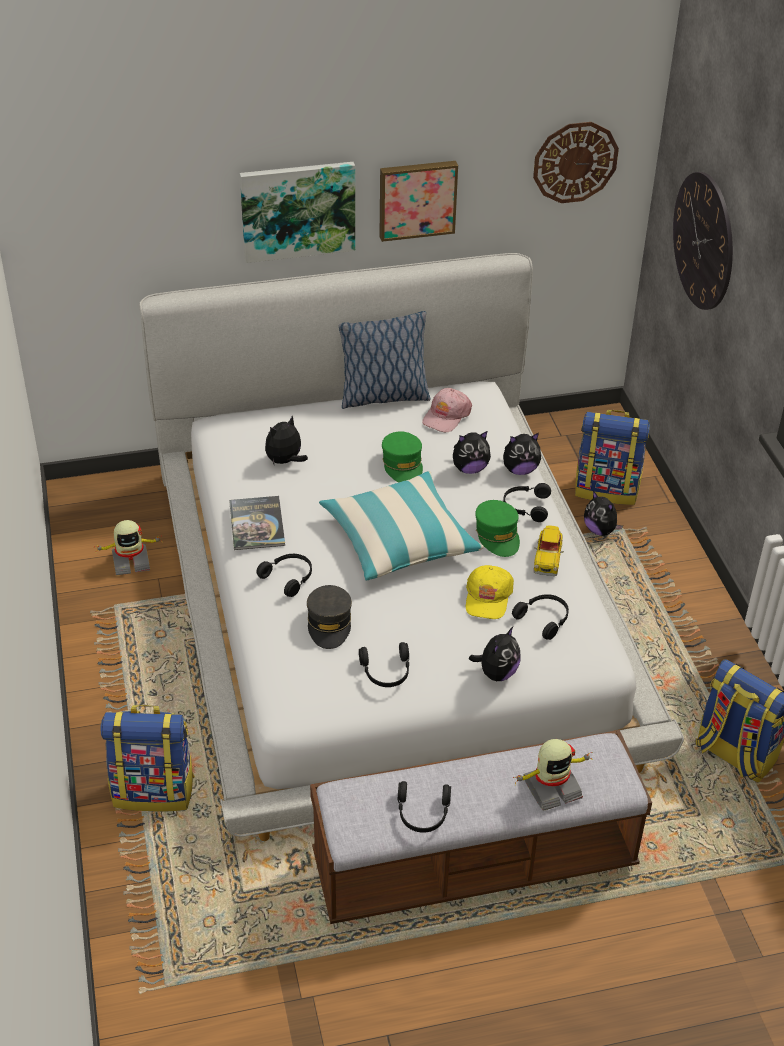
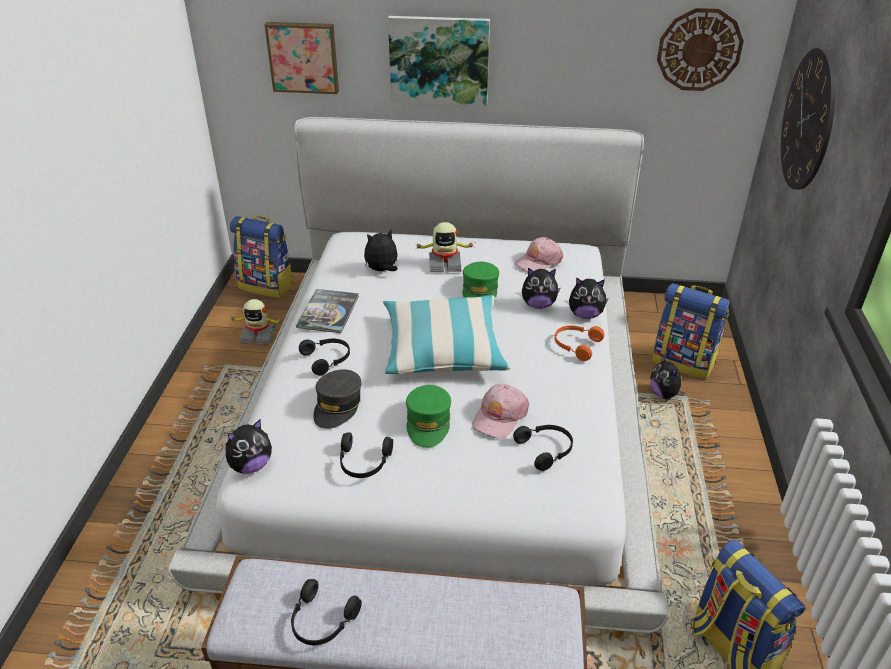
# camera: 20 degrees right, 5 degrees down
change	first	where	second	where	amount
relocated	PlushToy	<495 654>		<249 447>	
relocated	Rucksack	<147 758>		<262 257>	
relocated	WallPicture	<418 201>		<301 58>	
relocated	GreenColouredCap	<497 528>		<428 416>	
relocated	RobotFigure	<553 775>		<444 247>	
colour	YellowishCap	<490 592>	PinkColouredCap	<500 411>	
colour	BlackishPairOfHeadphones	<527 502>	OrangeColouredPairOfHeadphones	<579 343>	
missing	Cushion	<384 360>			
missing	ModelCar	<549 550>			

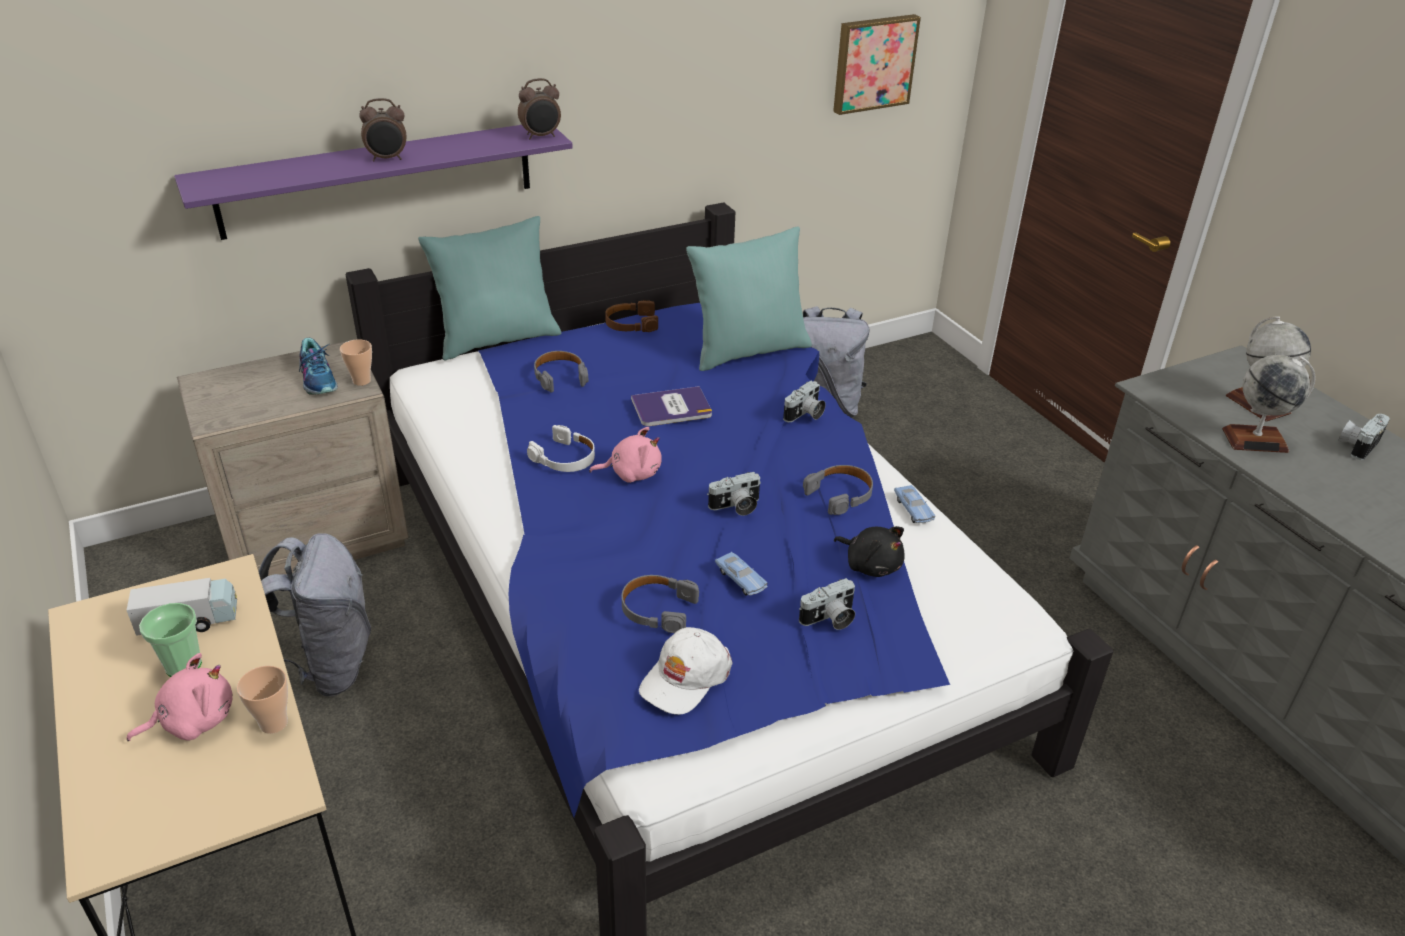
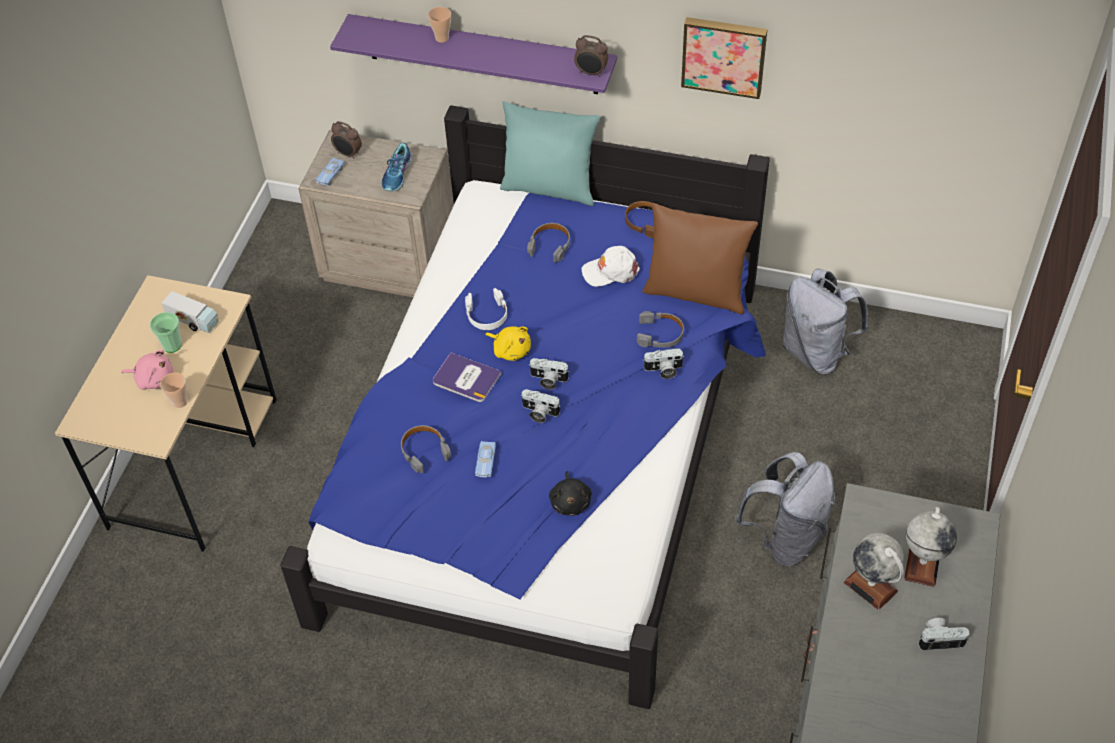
# camera: 45 degrees right, 15 degrees up
change	first	where	second	where	amount
relocated	BlueModelCar	<914 504>		<330 172>	
relocated	TableClock	<382 129>		<346 140>	
relocated	SmallCup	<356 362>		<439 24>	
relocated	Volume	<671 406>		<467 377>	
colour	PinkColouredPlushToy	<625 455>	YellowishPlushToy	<508 343>	
relocated	PhotoCamera	<827 604>		<549 374>	
relocated	WhiteCap	<686 671>		<611 266>	
relocated	GreyishPairOfHeadphones	<838 490>		<660 329>	
colour	TurquoiseCushion	<749 298>	BrownCushion	<700 258>	
relocated	WallPicture	<877 64>		<724 58>	
relocated	GreyishRucksack	<315 615>		<785 509>	

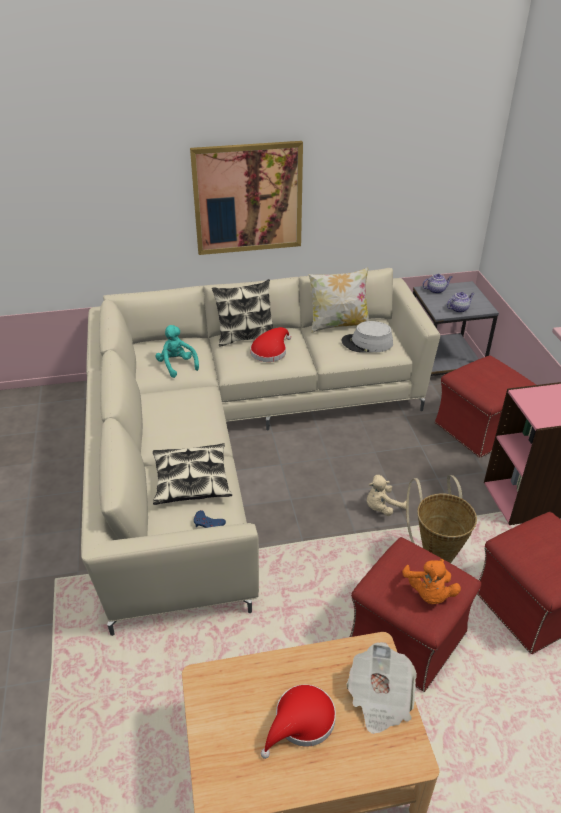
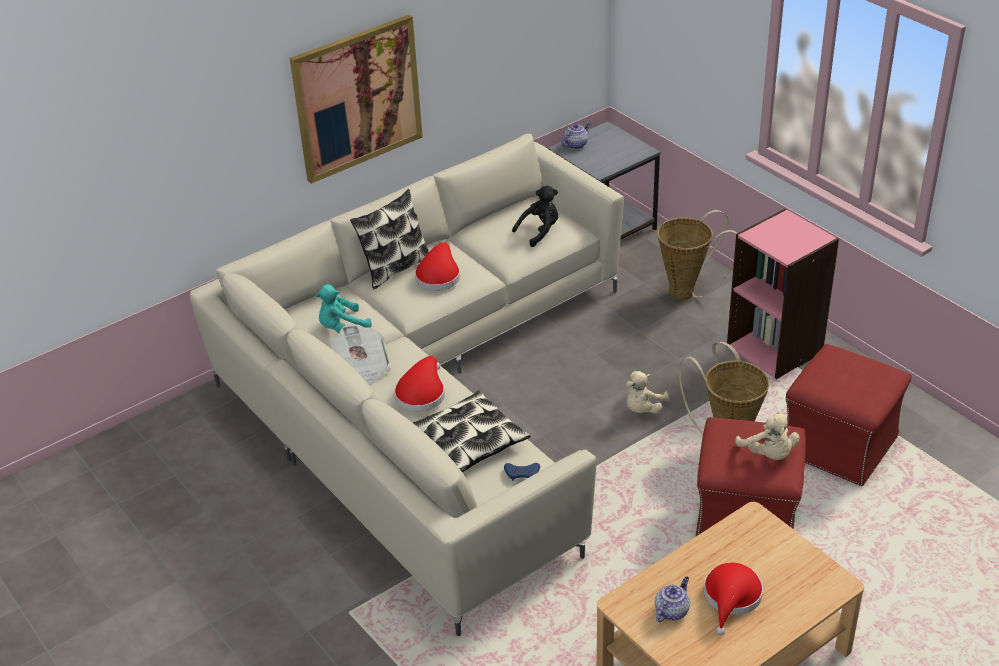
# camera: 25 degrees left, 0 degrees up
change	first	where	second	where	amount
spun	TurquoisePlushToy	<177 351>		<343 308>	60 degrees counterclockwise
relocated	PrintedPaper	<382 688>		<361 355>	
appeared			RedClothingHat	<419 384>	
exchanged	GreyishClothingHat	<367 337>	BlackishPlushToy	<535 216>	
relocated	PotForTea	<461 302>		<672 599>	
exchanged	RedOttoman	<485 406>	HouseholdBasket	<697 255>	
colour	OrangeColouredPlushToy	<431 581>	BeigeColouredPlushToy	<767 436>	
missing	Cushion	<338 300>			

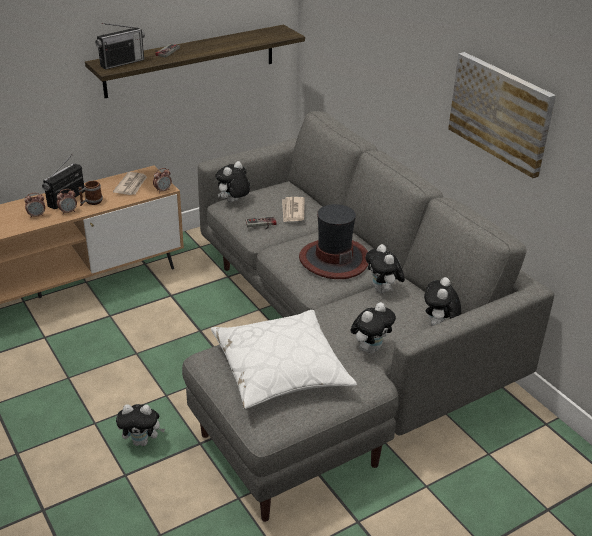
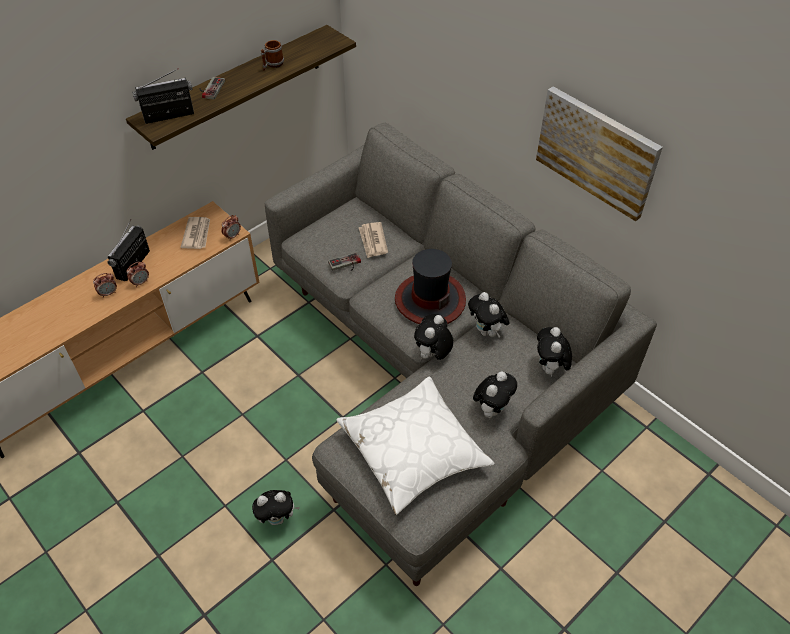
# camera: 10 degrees left, 15 degrees up
change	first	where	second	where	amount
spun	Radio	<120 46>		<163 96>	150 degrees counterclockwise
relocated	CoffeeMug	<90 193>		<272 55>	
relocated	PlushToy	<232 182>		<433 337>	

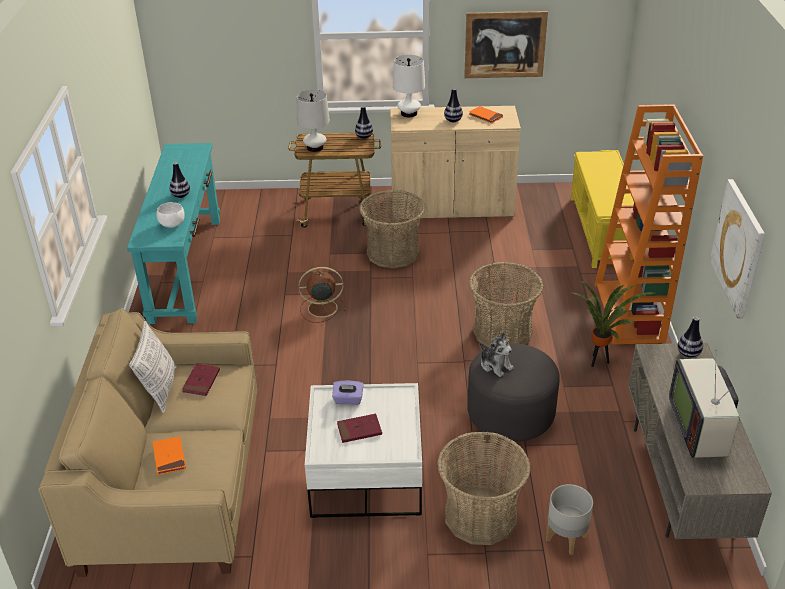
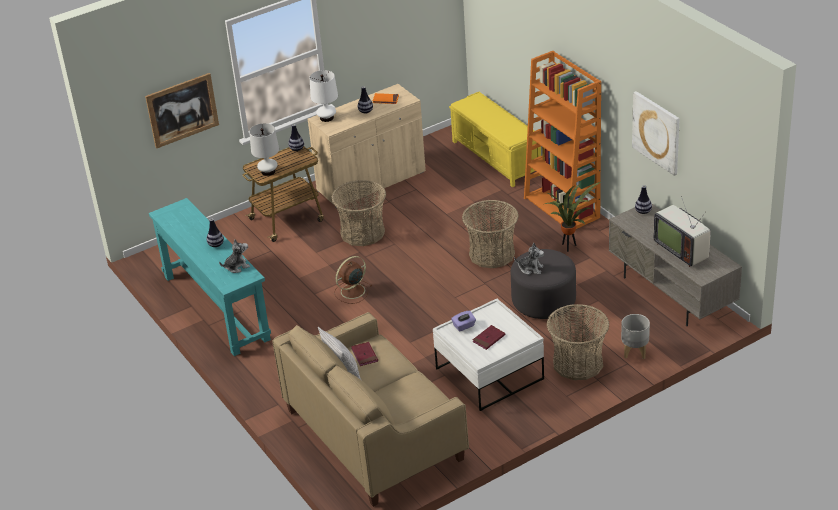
# camera: 30 degrees left, 0 degrees up
change	first	where	second	where	amount
relocated	WallPicture	<506 44>		<182 111>	
exchanged	WhiteServingBowl	<171 215>	PlushToy	<234 256>	
missing	OrangeColouredVolume	<169 456>			

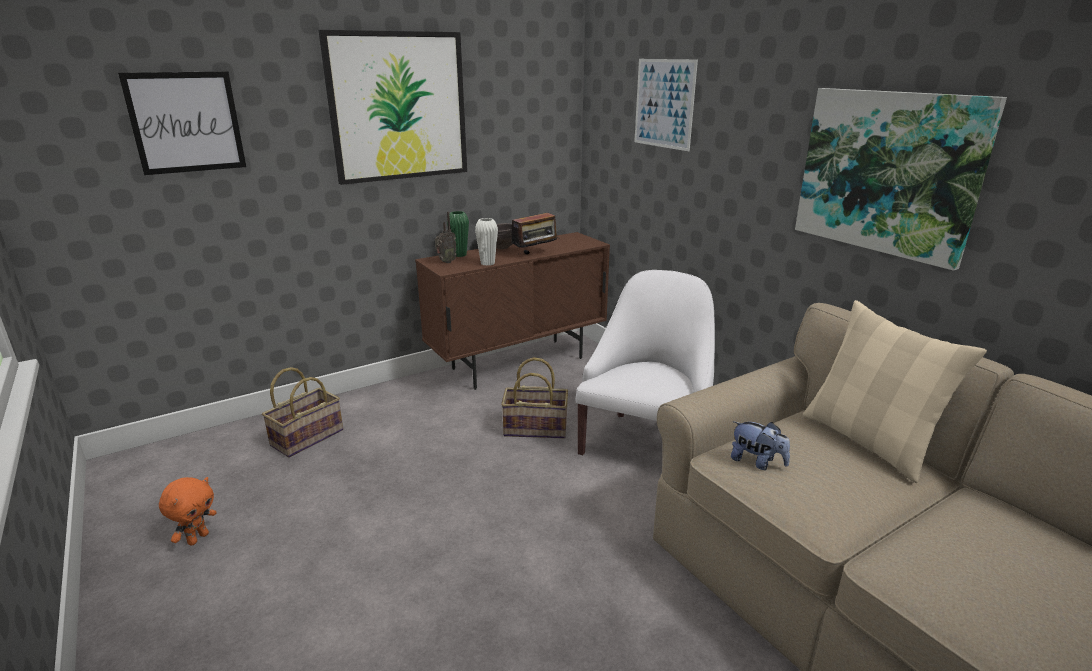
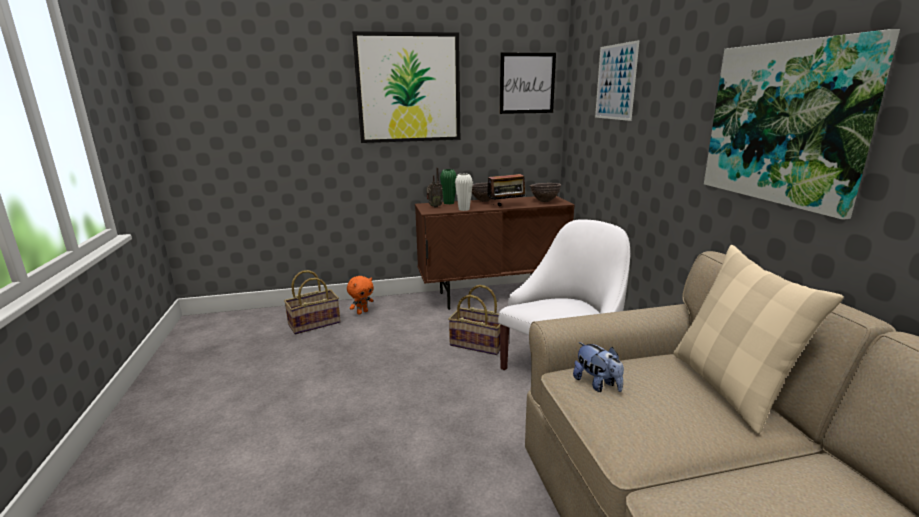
# camera: 20 degrees right, 5 degrees down
change	first	where	second	where	amount
relocated	OrangeColouredPlushToy	<188 511>		<360 295>	
relocated	WallPicture	<182 123>		<528 83>	
appeared			BrownServingBowl	<545 192>	

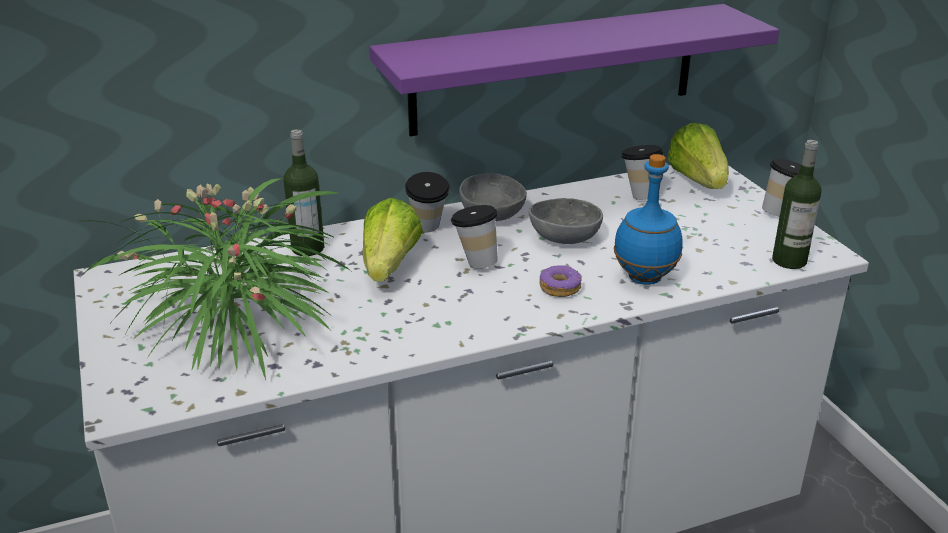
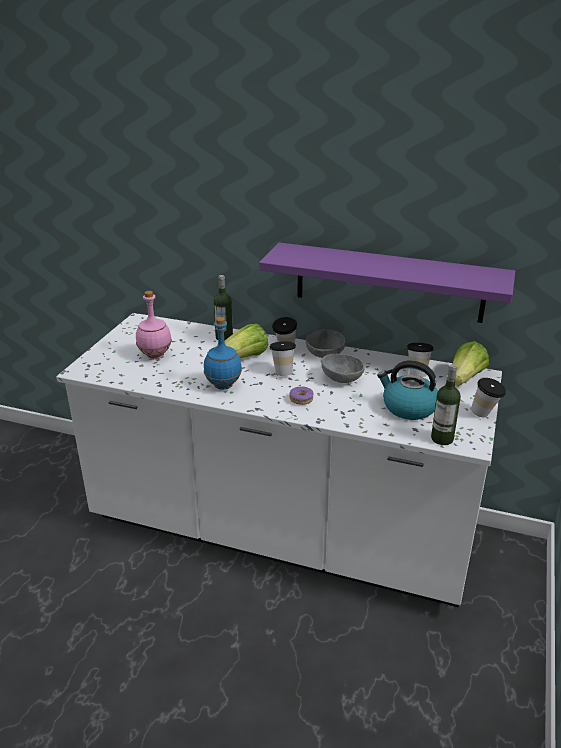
# camera: 40 degrees right, 0 degrees up
change	first	where	second	where	amount
exchanged	Houseplant	<218 279>	PinkColouredBeverageBottle	<154 325>	
relocated	BlueBeverageBottle	<648 219>		<223 353>	
appeared			WaterKettle	<407 390>	

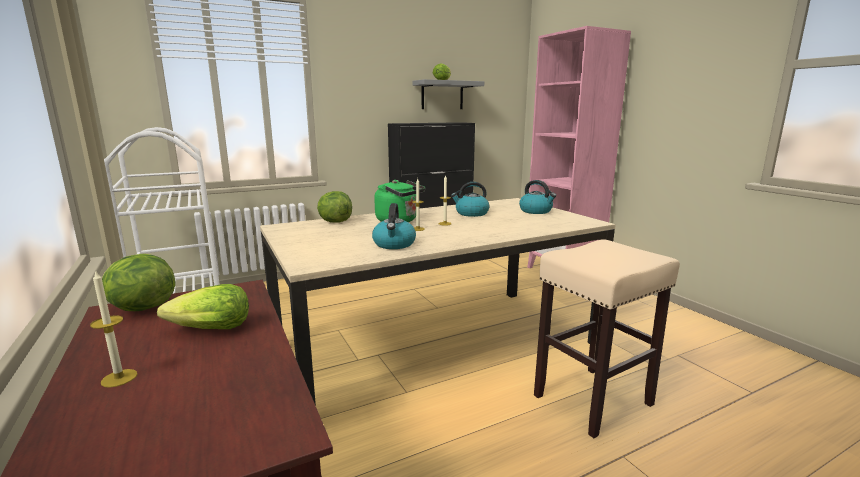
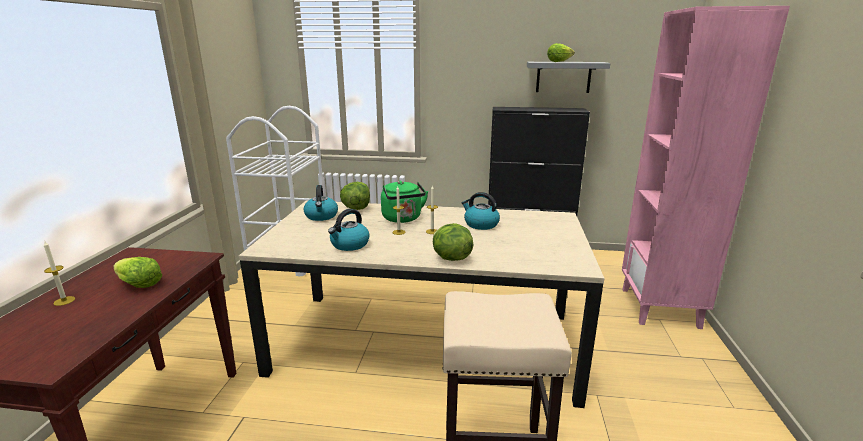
# camera: 35 degrees right, 5 degrees up
change	first	where	second	where	amount
relocated	WaterKettle	<537 197>		<321 203>	
relocated	HeadOfLettuce	<138 282>		<453 242>	

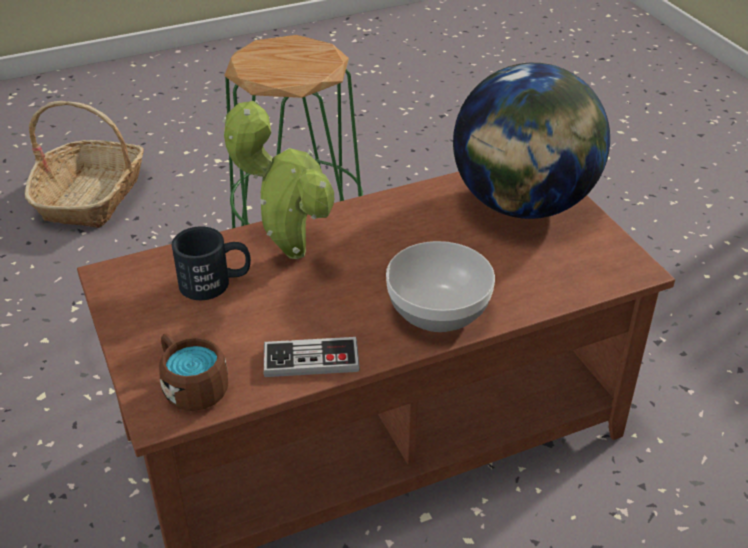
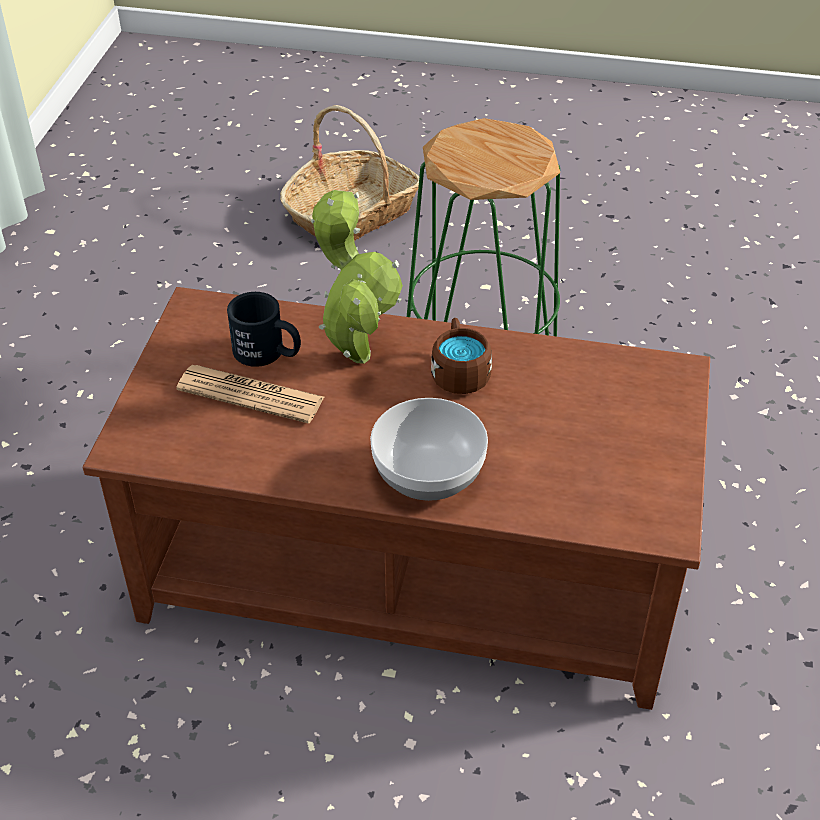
# camera: 35 degrees right, 5 degrees up
change	first	where	second	where	amount
appeared			PrintedPaper	<250 394>	
relocated	BrownCoffeeMug	<194 372>		<461 356>	
missing	Joypad	<312 357>			
missing	DeskGlobe	<531 141>			

